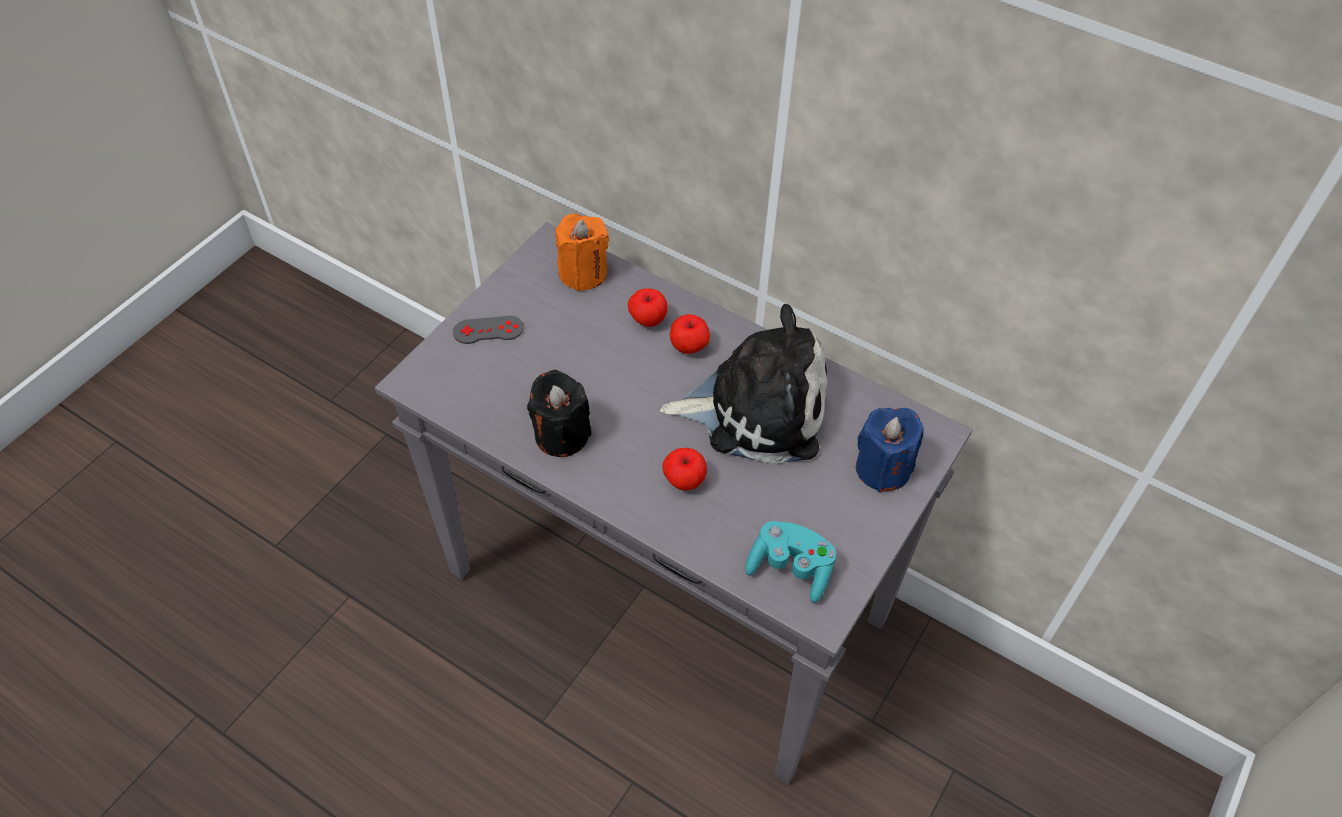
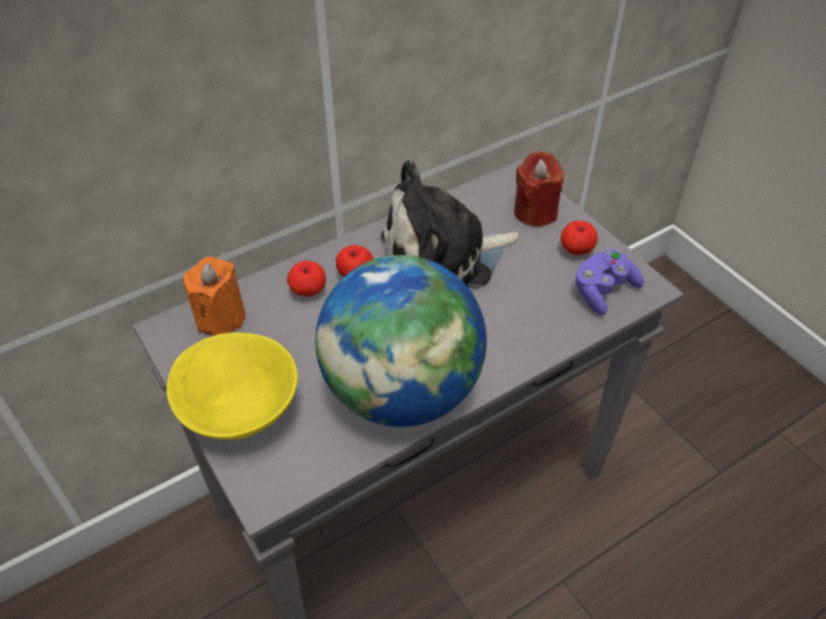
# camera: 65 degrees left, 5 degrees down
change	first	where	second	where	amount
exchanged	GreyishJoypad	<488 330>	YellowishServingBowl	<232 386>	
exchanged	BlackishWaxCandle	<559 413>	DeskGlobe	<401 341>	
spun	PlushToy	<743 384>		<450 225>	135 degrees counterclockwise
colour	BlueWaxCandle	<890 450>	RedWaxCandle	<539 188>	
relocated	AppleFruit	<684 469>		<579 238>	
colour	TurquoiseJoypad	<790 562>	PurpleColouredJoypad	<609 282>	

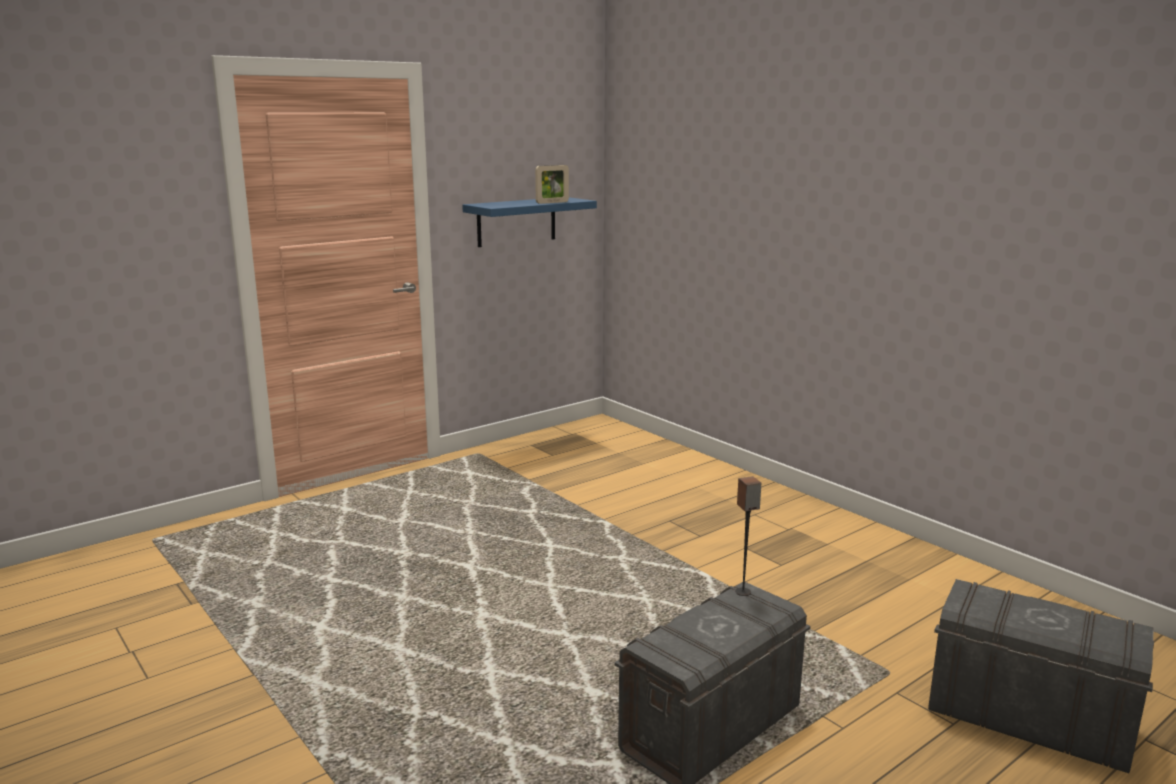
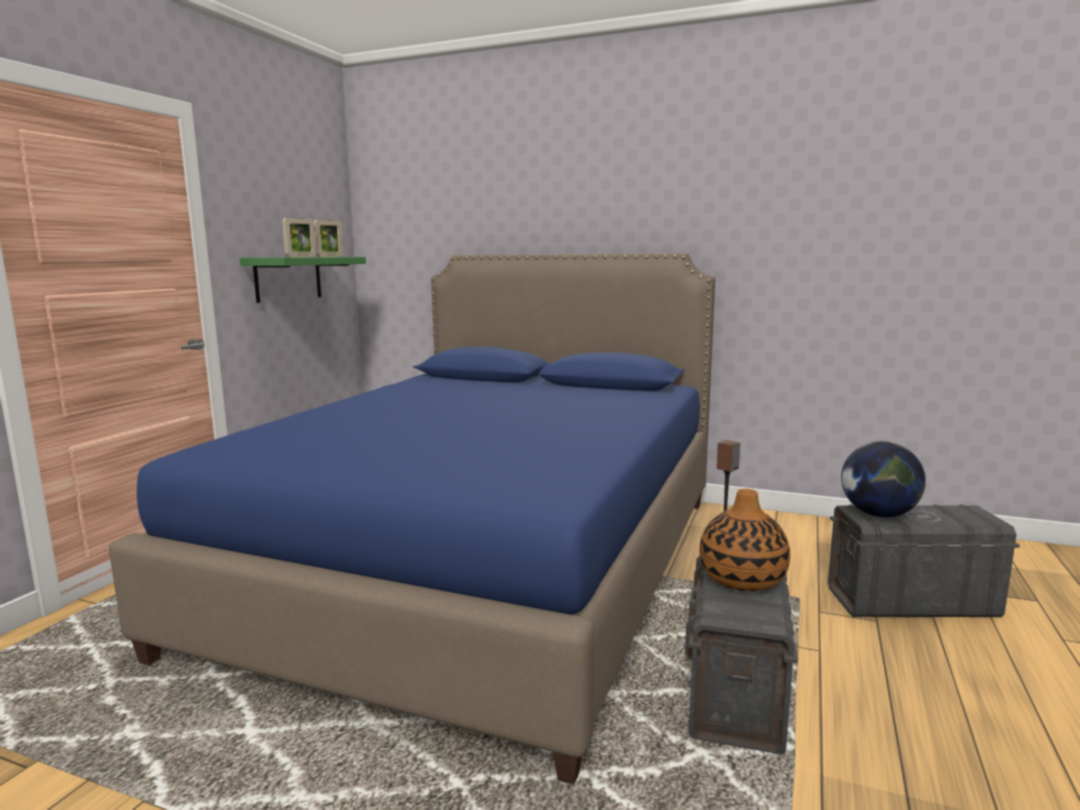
# camera: 30 degrees left, 5 degrees down
change	first	where	second	where	amount
appeared			BlueBedroomBed	<412 519>	
colour	BlueWallShelf	<529 222>	GreenColouredWallShelf	<303 280>	
appeared			PictureFrame	<299 237>	
appeared			Vase	<745 539>	
appeared			DeskGlobe	<883 479>	

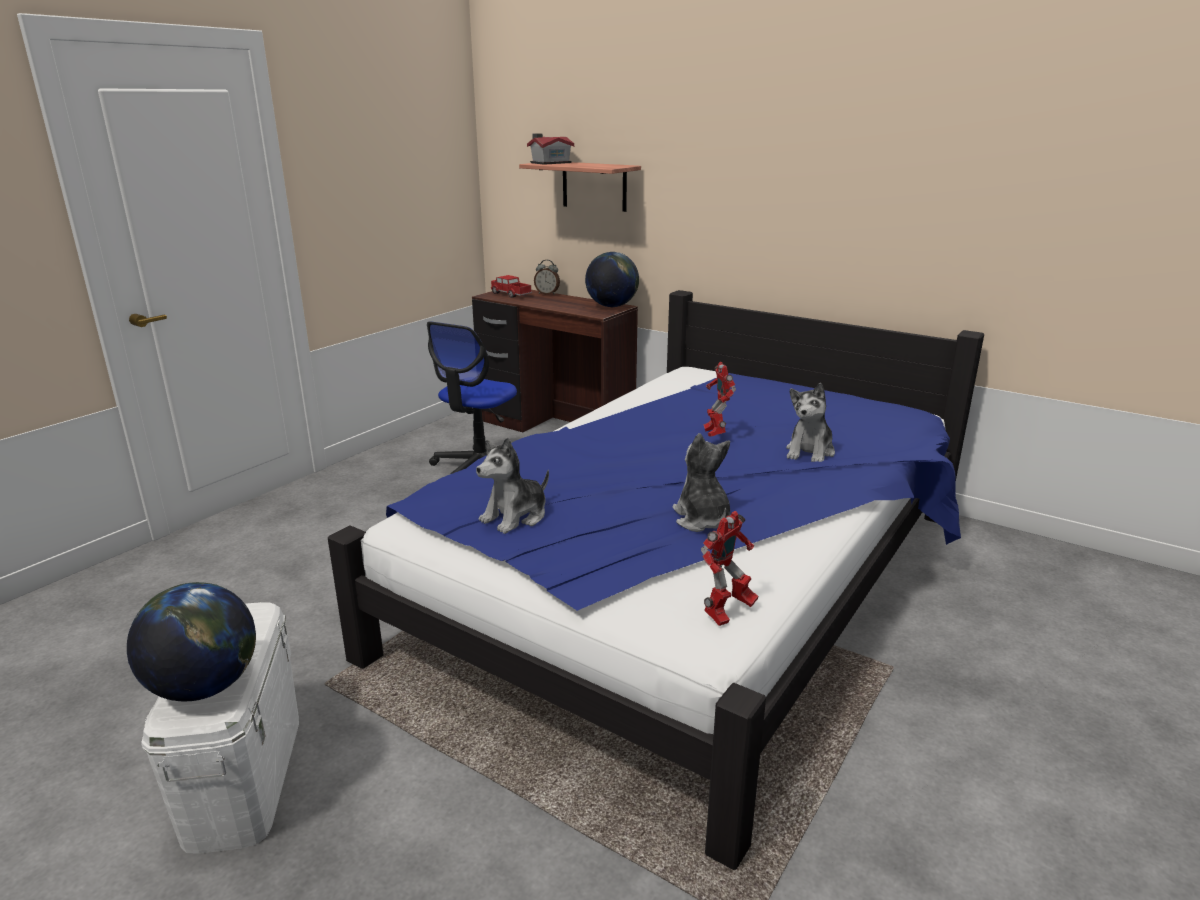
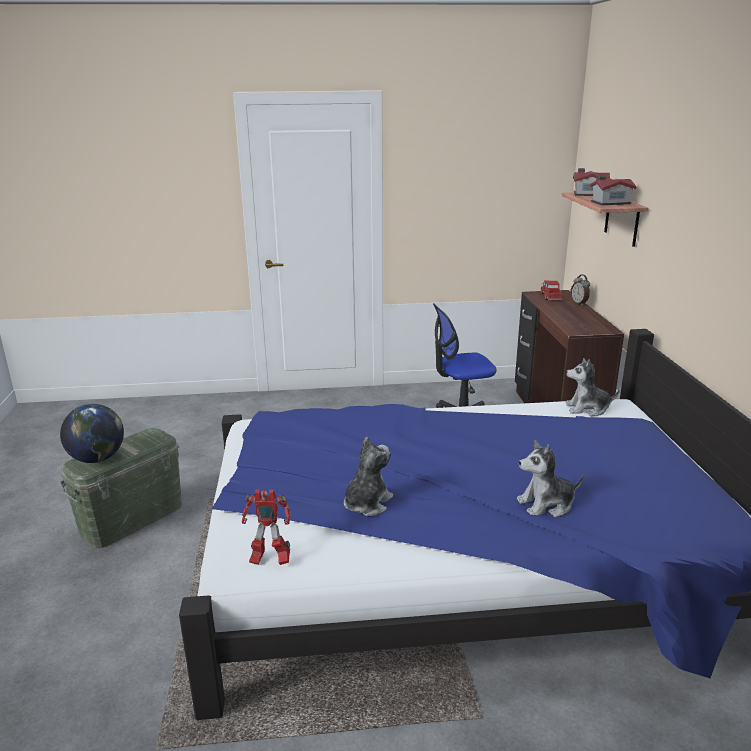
# camera: 50 degrees right, 0 degrees up
change	first	where	second	where	amount
colour	WhiteStorageBox	<220 728>	GreenColouredStorageBox	<121 488>	
relocated	PlushToy	<512 485>		<593 387>	
appeared			ToyHouse	<613 190>	
missing	DeskGlobe	<612 279>			
missing	RobotFigure	<720 399>			

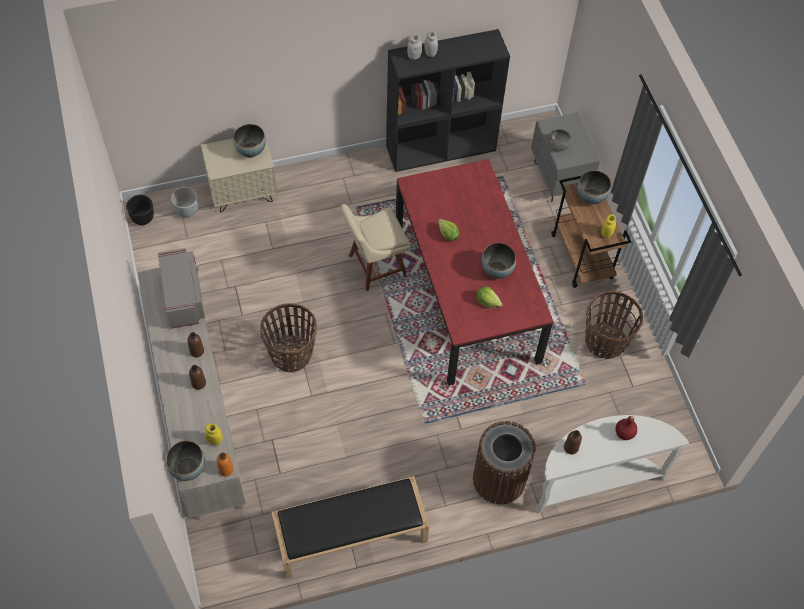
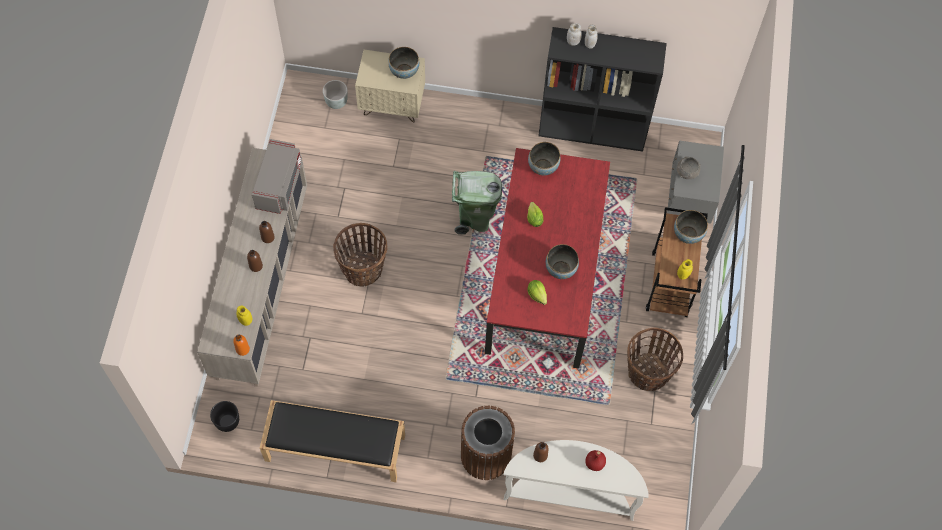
# camera: 25 degrees right, 5 degrees up
change	first	where	second	where	amount
relocated	BlackishFlowerPot	<140 210>		<224 416>	
exchanged	BeigeColouredUprightChair	<375 247>	GreenColouredRubbishBin	<477 203>	
relocated	ServingBowl	<185 461>		<544 159>	

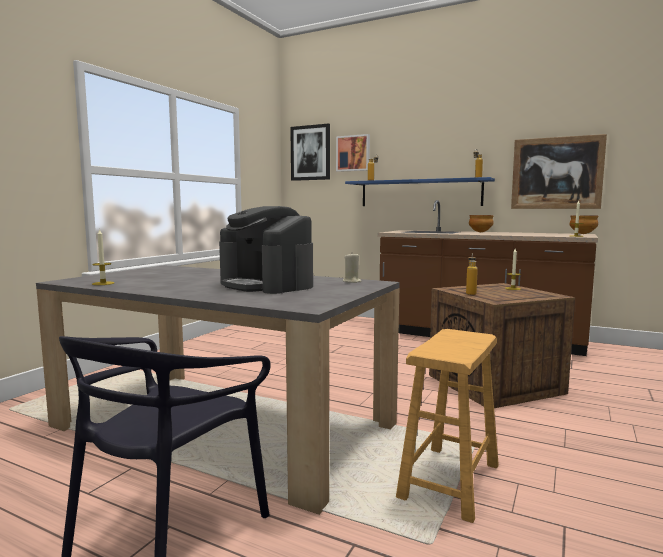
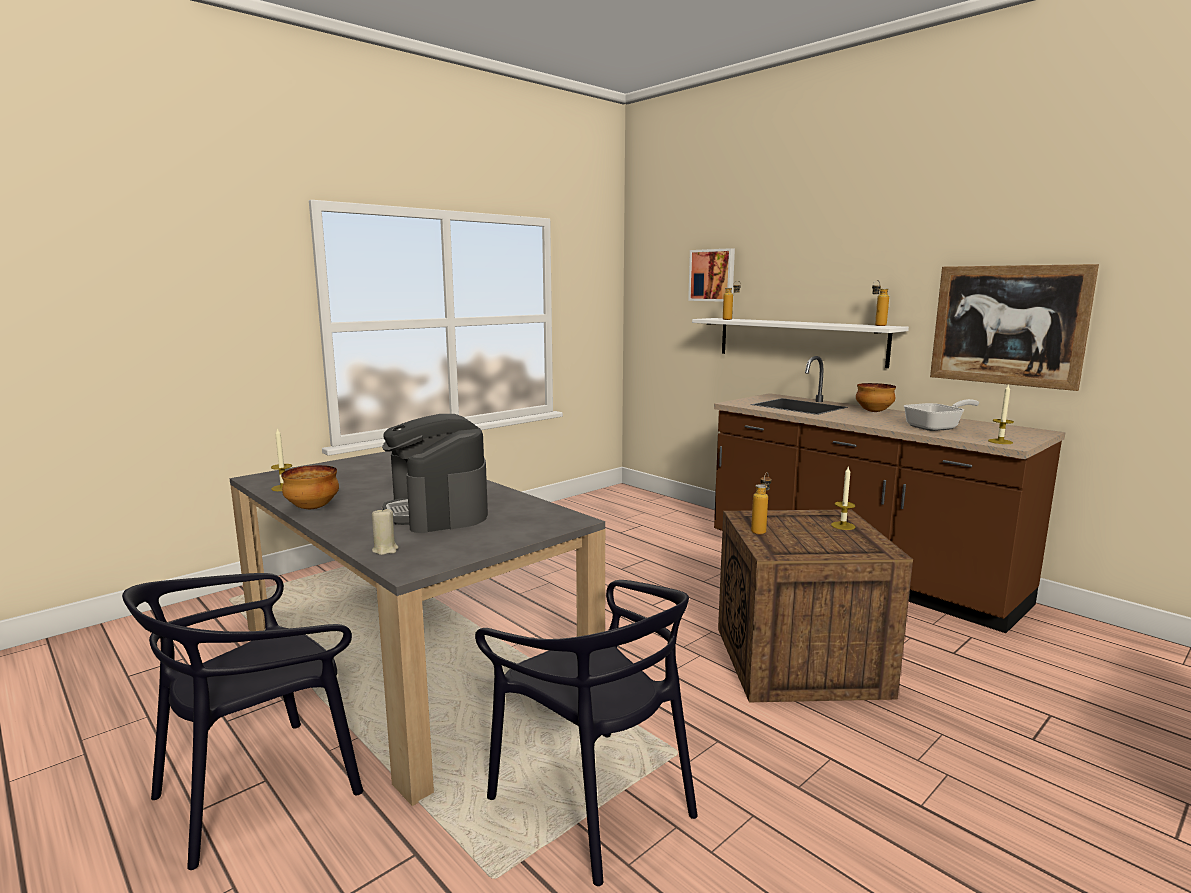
# camera: 20 degrees right, 5 degrees up
change	first	where	second	where	amount
relocated	ServingBowl	<584 224>		<310 487>	
relocated	BeigeColouredWaxCandle	<352 268>		<385 531>	
exchanged	BrownStoolSeat	<447 426>	BlackishUprightChair	<586 733>	
colour	BlueWallShelf	<420 191>	WhiteWallShelf	<800 343>	
appeared			Skillet	<942 415>	
missing	WallPicture	<310 152>			

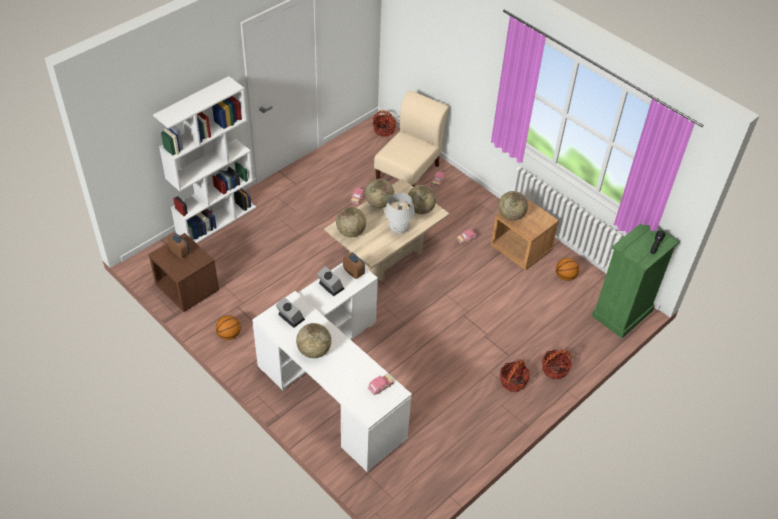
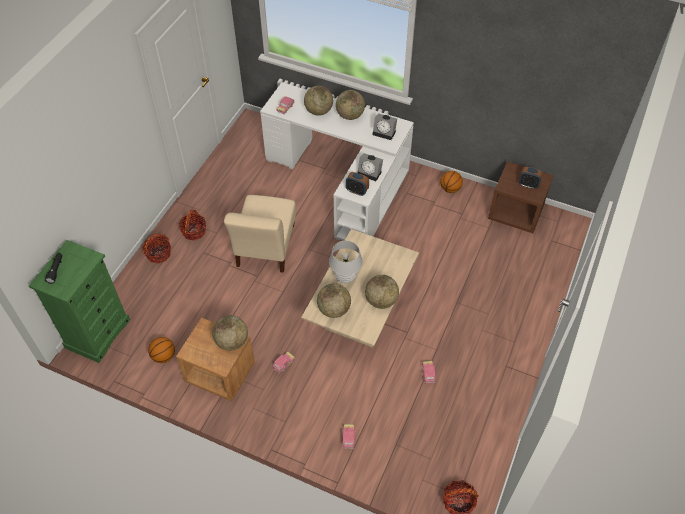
# camera: 160 degrees right, 5 degrees up
change	first	where	second	where	amount
relocated	BeigeColouredUprightChair	<411 138>		<260 234>	
relocated	DeskGlobe	<351 222>		<318 101>	
missing	WhiteBookshelf	<204 160>			

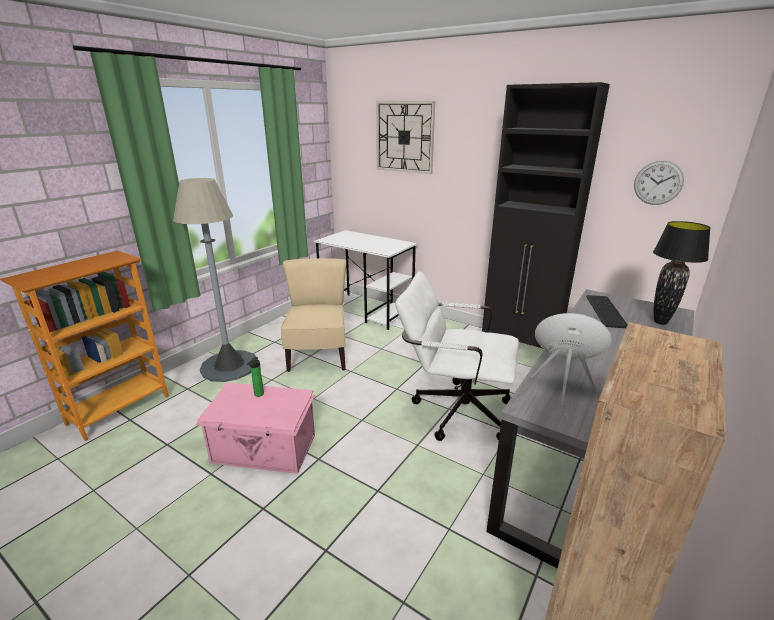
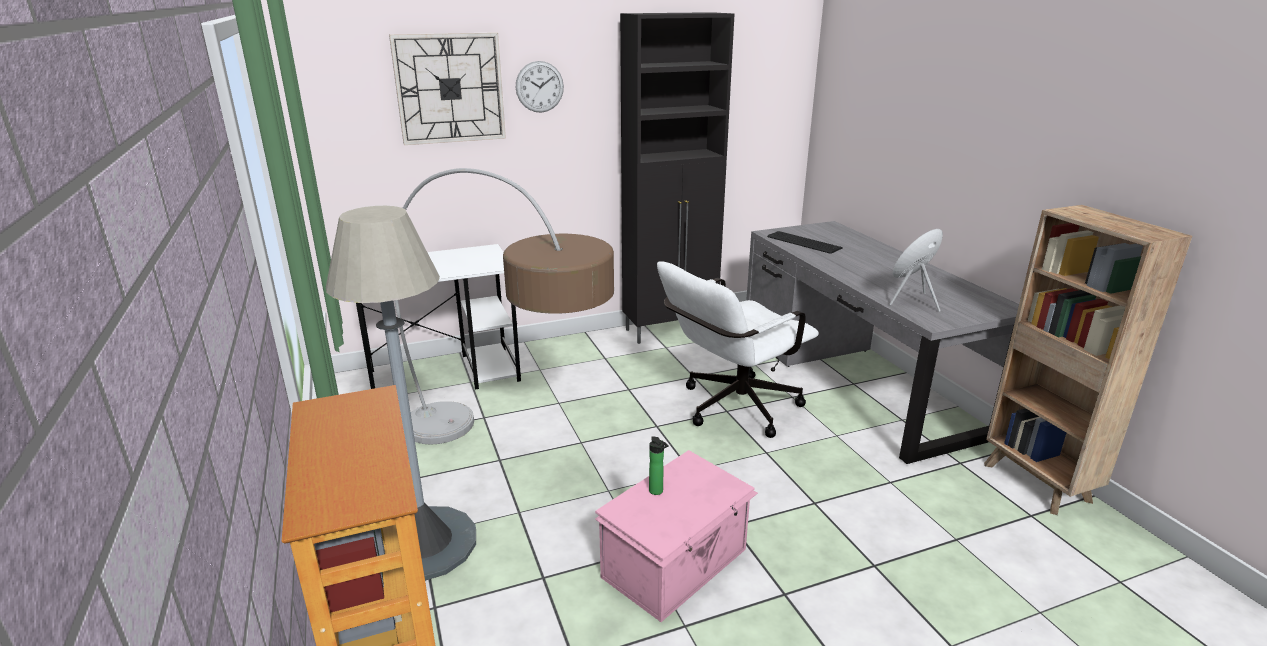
# camera: 55 degrees left, 0 degrees up
change	first	where	second	where	amount
exchanged	BeigeColouredUprightChair	<313 315>	StandingLamp	<504 306>	
relocated	WallClock	<659 183>		<540 87>	
missing	BlackishLampForATable	<682 273>			

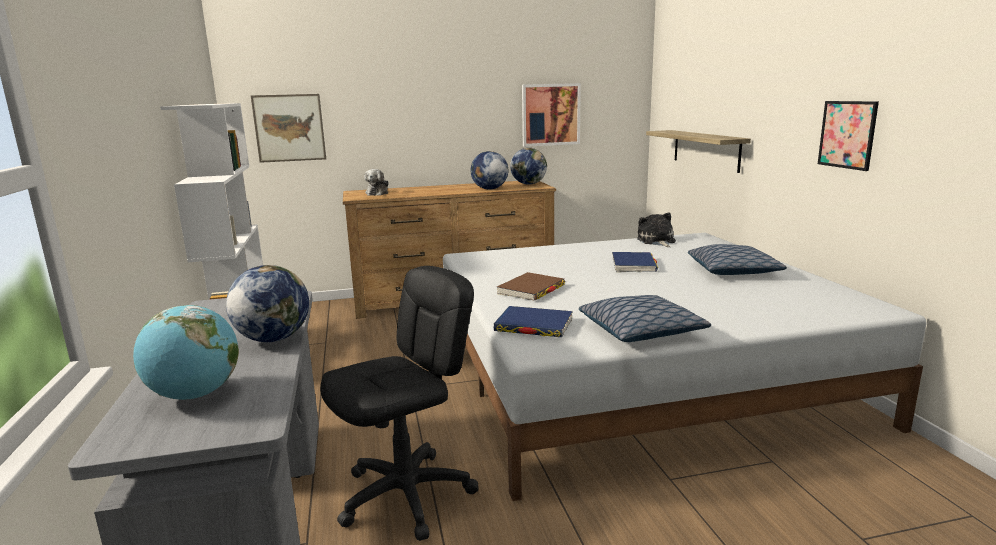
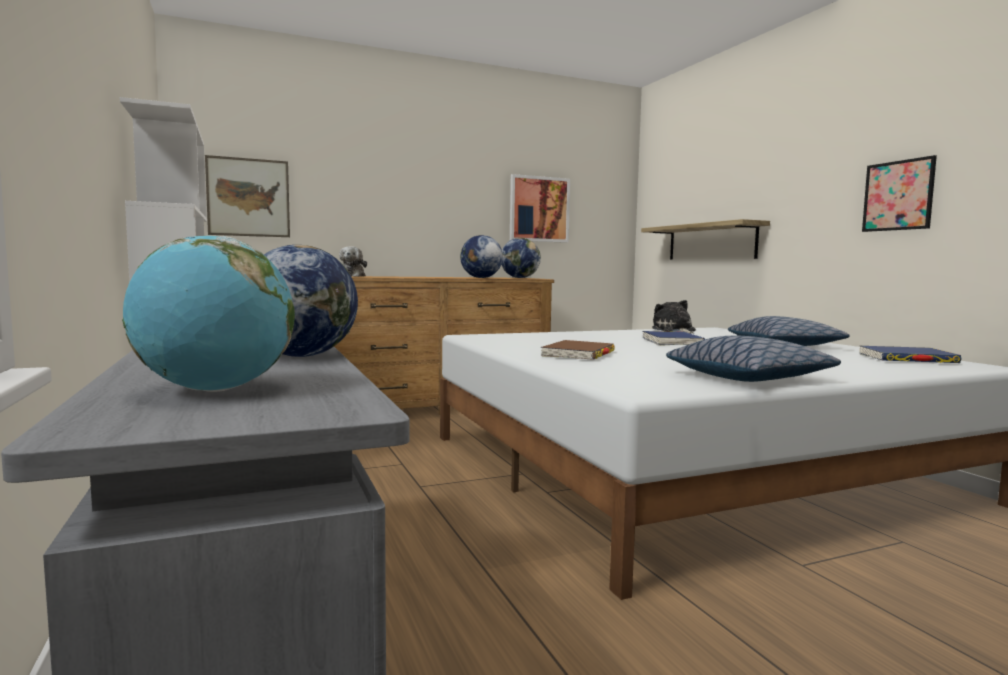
# camera: 10 degrees left, 10 degrees down
change	first	where	second	where	amount
relocated	BlueVolume	<533 321>		<910 354>	
missing	BlackishComputerChair	<399 403>			

